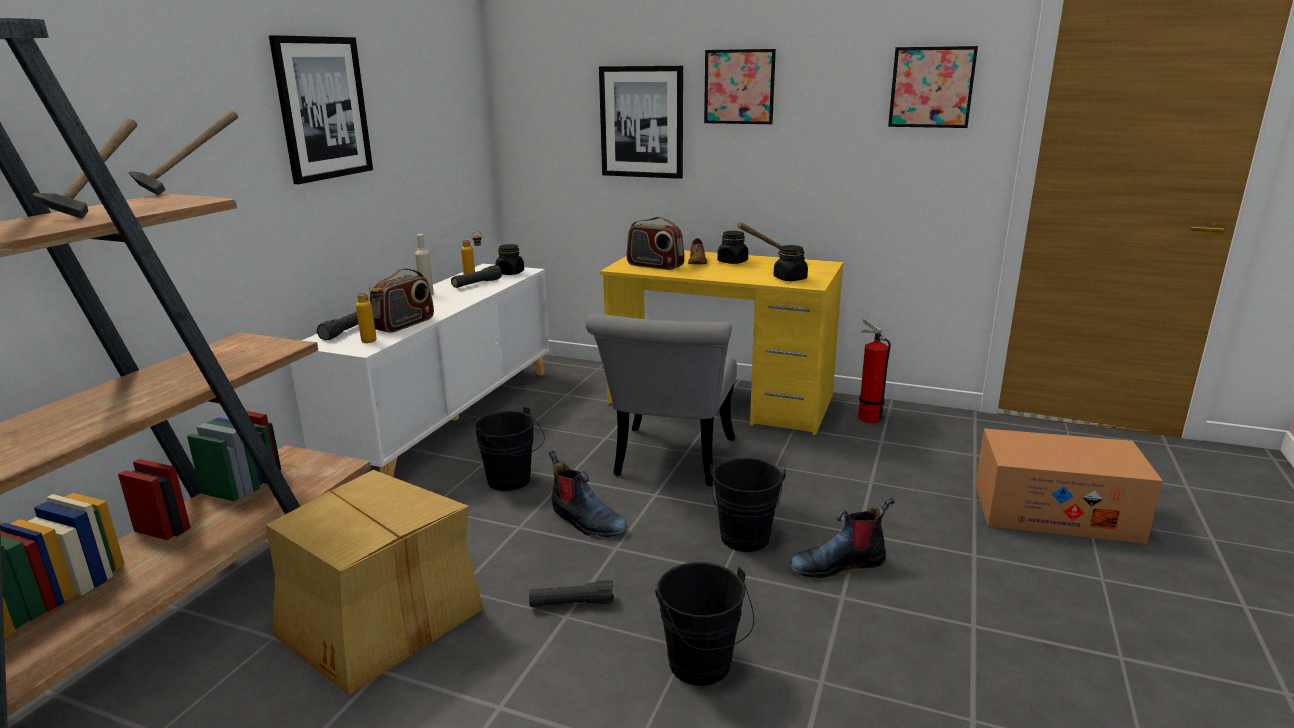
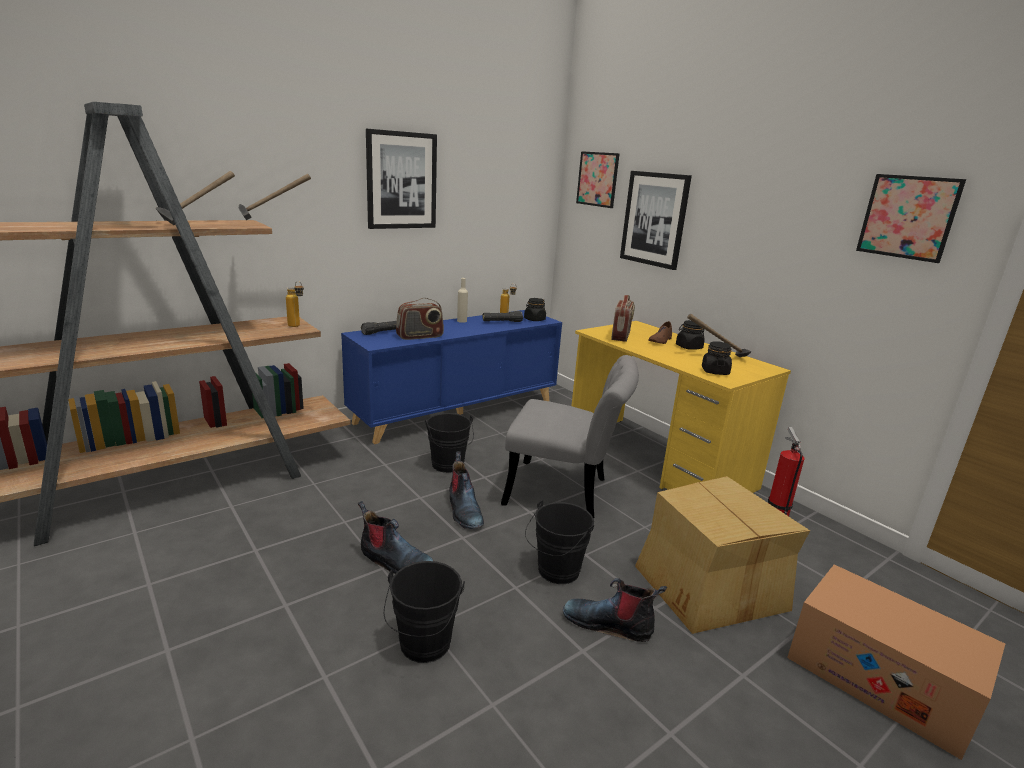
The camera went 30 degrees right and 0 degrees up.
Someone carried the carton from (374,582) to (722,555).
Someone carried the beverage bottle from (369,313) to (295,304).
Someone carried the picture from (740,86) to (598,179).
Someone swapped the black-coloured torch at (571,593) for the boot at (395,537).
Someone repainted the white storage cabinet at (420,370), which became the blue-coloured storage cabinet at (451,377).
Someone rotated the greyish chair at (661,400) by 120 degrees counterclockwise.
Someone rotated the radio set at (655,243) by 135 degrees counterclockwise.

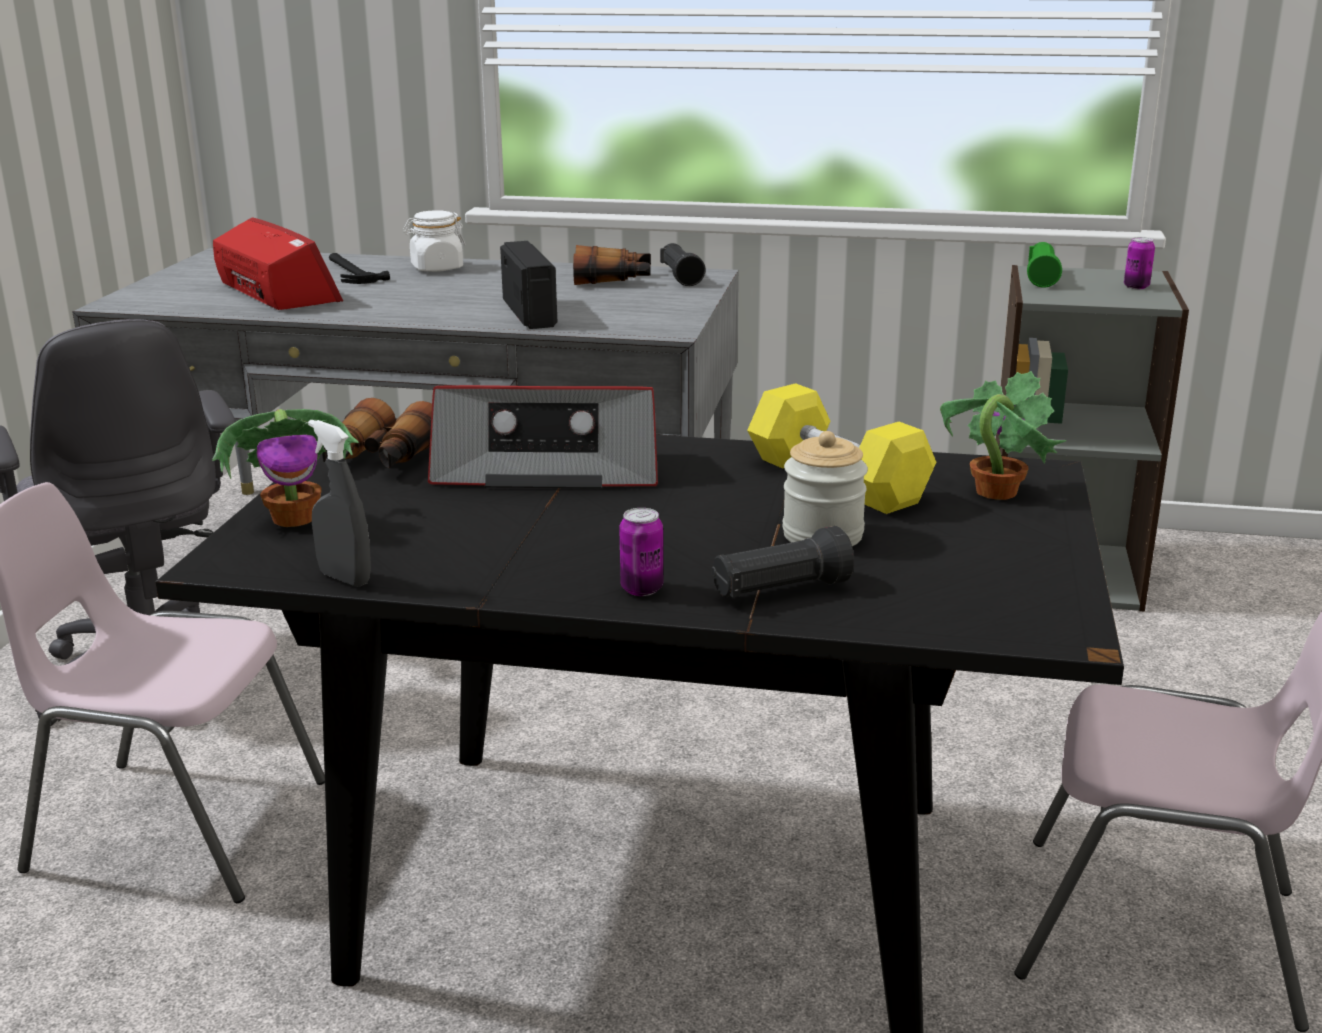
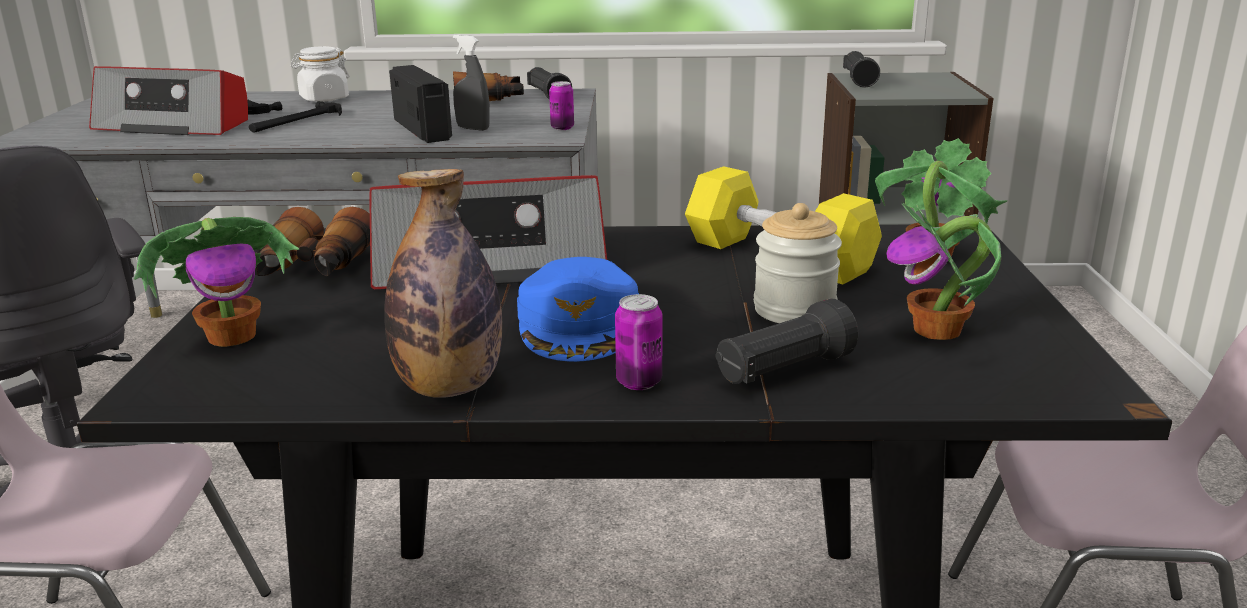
The camera went 10 degrees left and 0 degrees up.
Someone put down the hand hammer at (295,117).
Someone put down the beverage bottle at (443,283).
Someone put down the blue-coloured peaked cap at (578,309).
Someone put down the houseplant at (943,271).
Someone carried the greyish spray bottle from (339,503) to (471,83).
Someone carried the sealed can from (1139,263) to (561,105).
Someone repainted the greenish torch at (1044,265), which became the black-coloured torch at (861,69).
Someone rotated the radio set at (278,263) by 150 degrees clockwise.

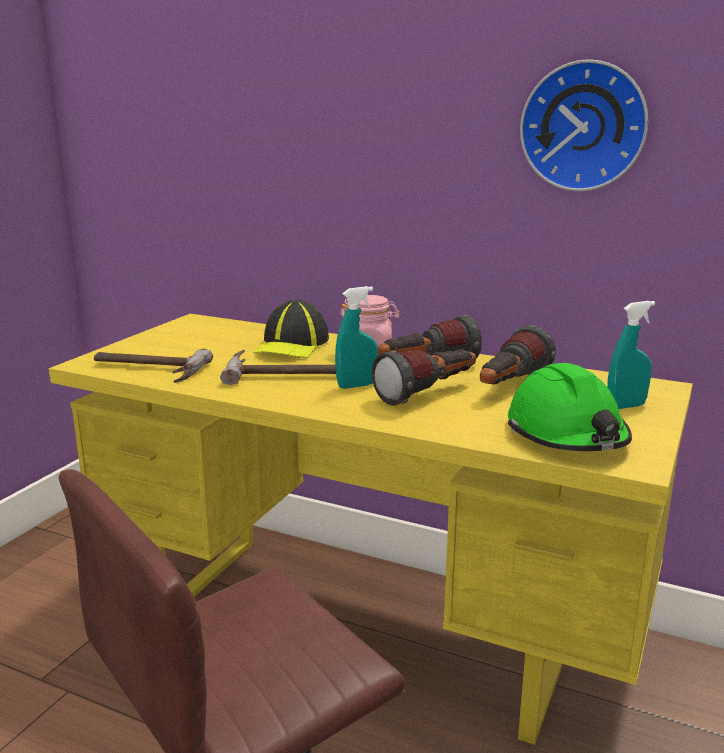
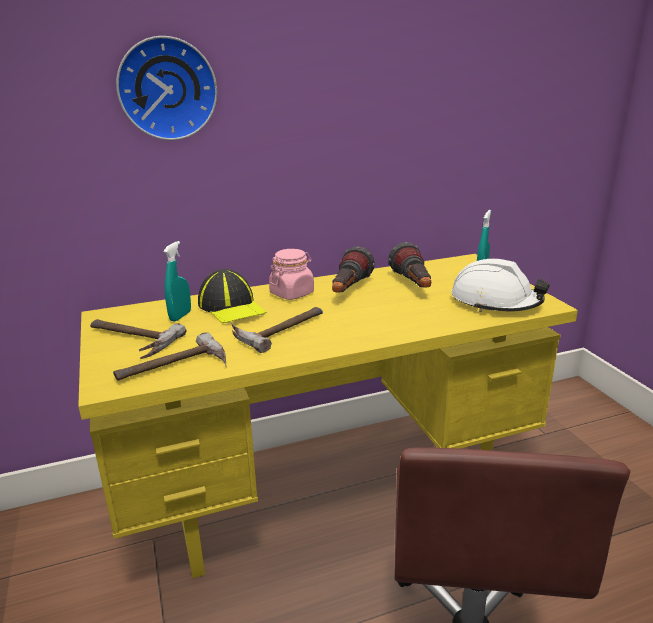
The camera went 45 degrees left and 5 degrees up.
Someone took away the torch at (424,377).
Someone put down the hand hammer at (138,339).
Someone carried the turquoise spray bottle from (356,337) to (177,281).
Someone carried the clock on the wall from (584,125) to (166,88).
Someone repainted the greenish hard hat at (570,407), which became the white hard hat at (500,285).

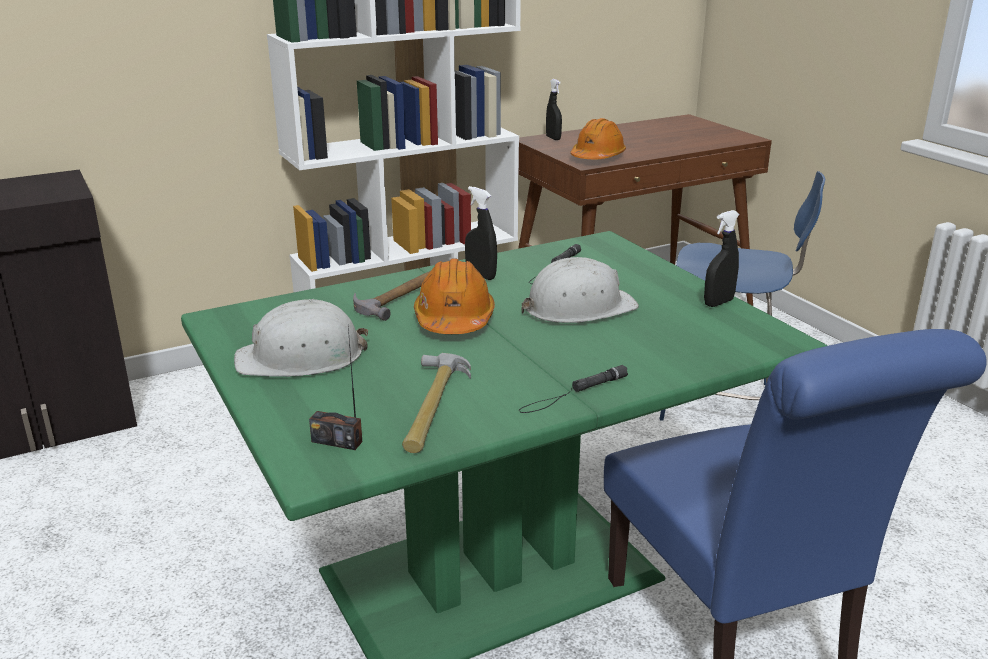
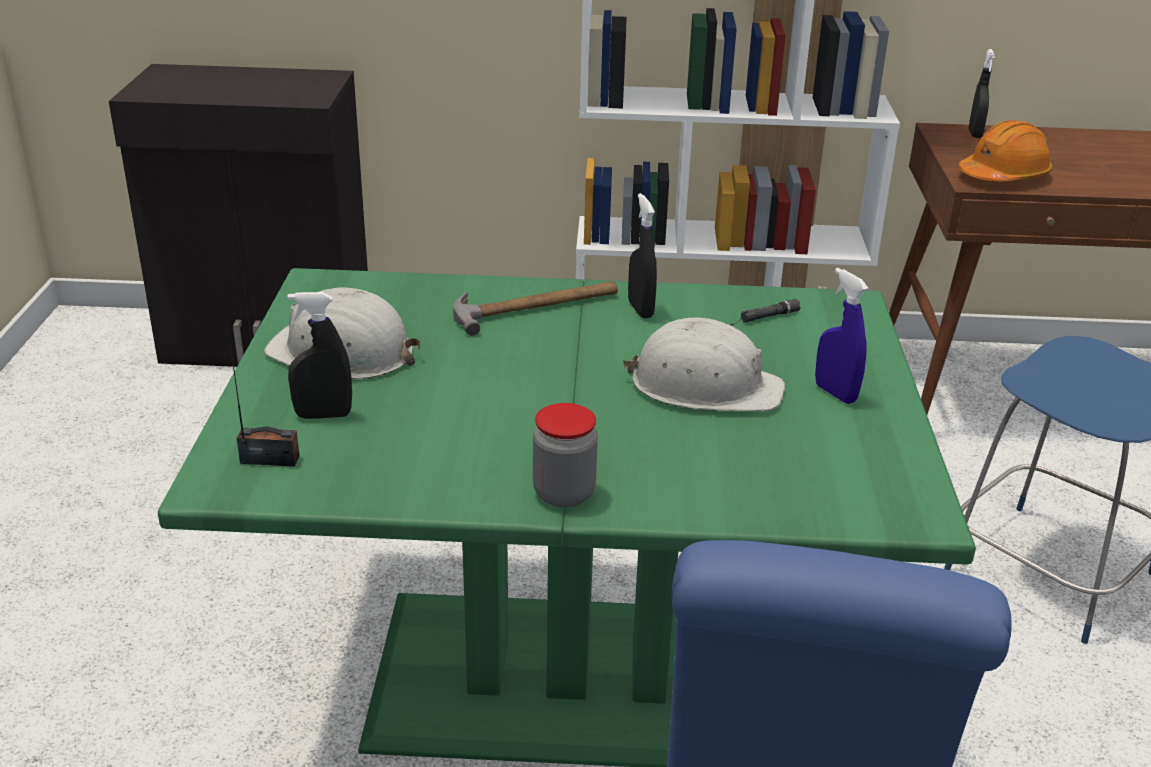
The camera went 30 degrees right and 5 degrees up.
Someone took away the hand hammer at (436,403).
Someone took away the orange hard hat at (454,296).
Someone put down the blue-coloured spray bottle at (841,336).
Someone carried the black-coloured spray bottle from (721,258) to (320,355).
Someone swapped the black-coloured torch at (573,389) for the jar at (565,455).
Someone rotated the radio set at (335,388) by 135 degrees clockwise.

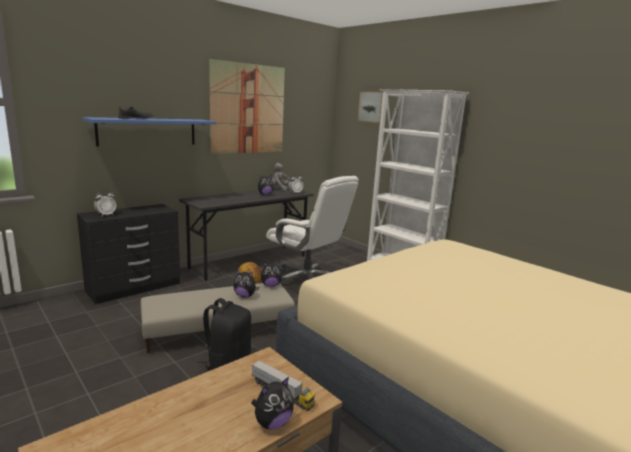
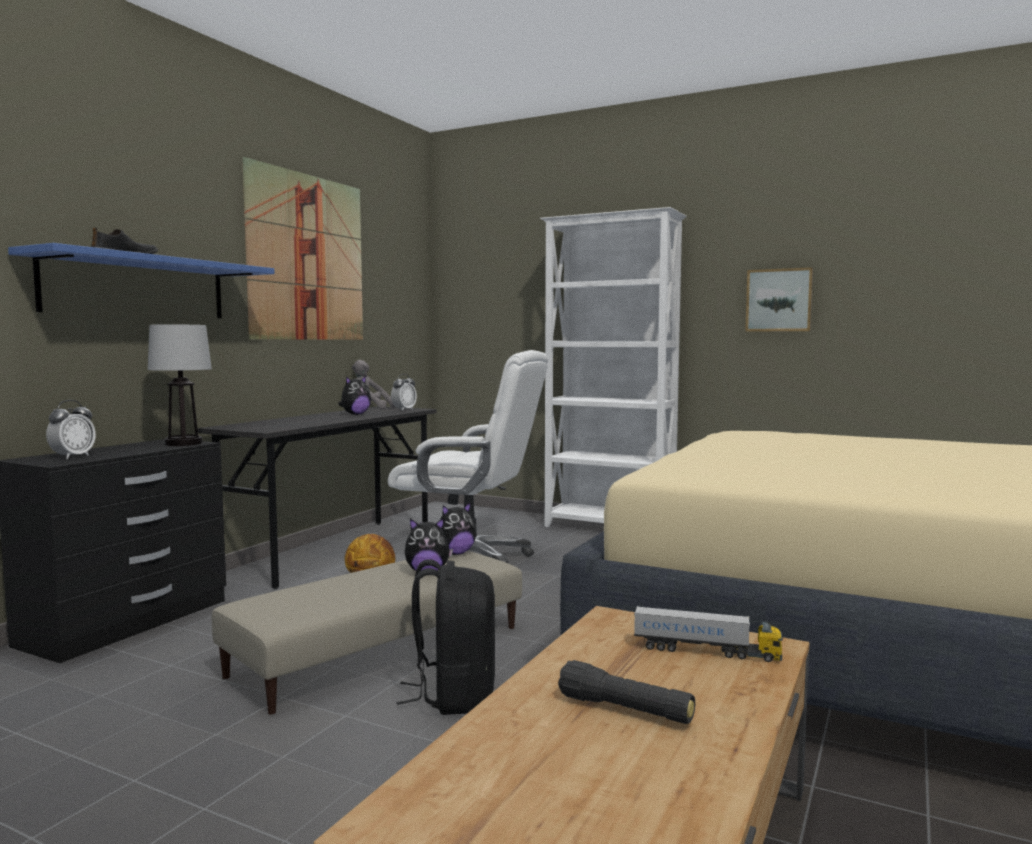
The camera went 20 degrees left and 10 degrees down.
Someone took away the soft toy at (272,403).
Someone put down the table lamp at (180,385).
Someone put down the black-coloured torch at (626,692).
Someone carried the picture from (370,107) to (779,299).

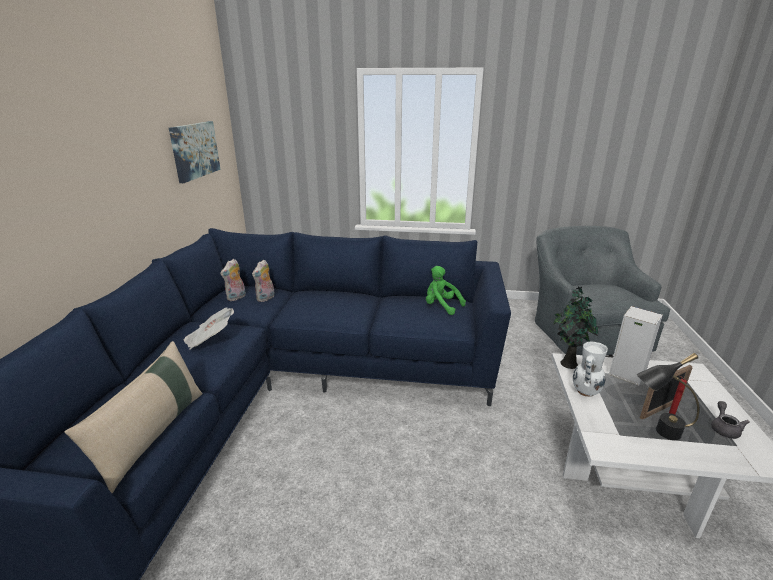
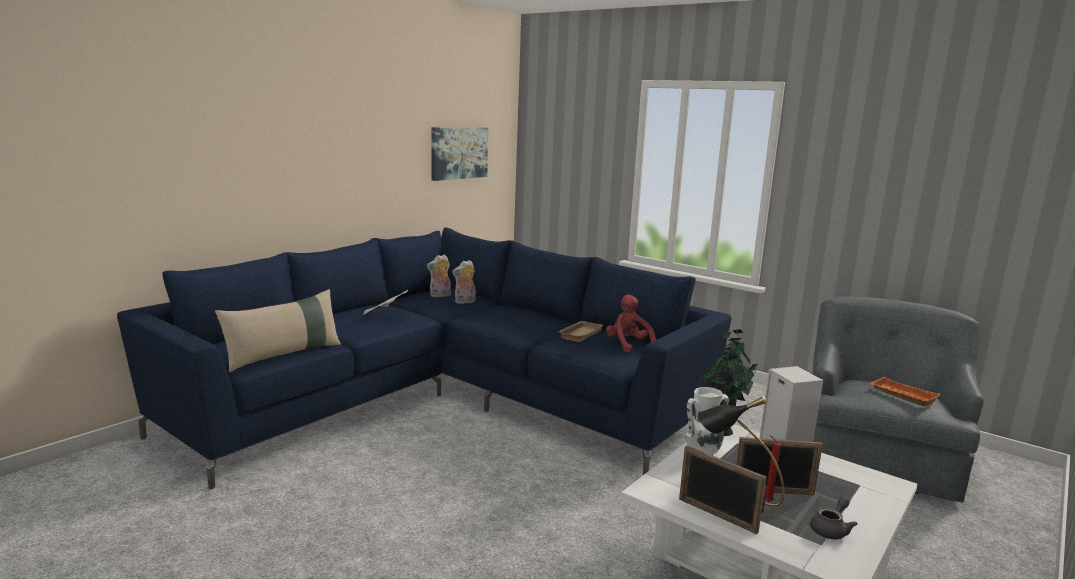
The camera went 30 degrees right and 10 degrees down.
Someone put down the sand-coloured serving tray at (580,331).
Someone put down the photo frame at (723,489).
Someone put down the orange serving tray at (905,392).
Someone repainted the greenish soft toy at (446,290), which became the red soft toy at (631,323).

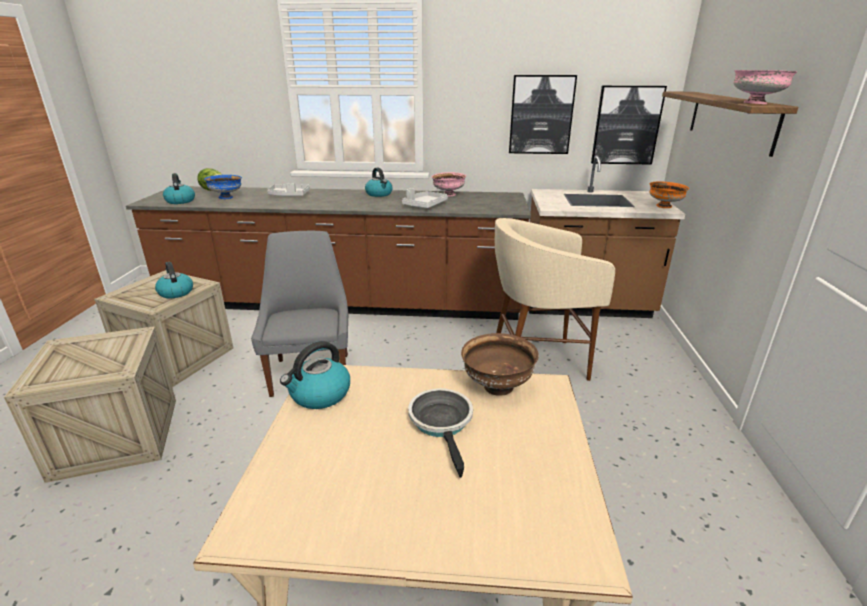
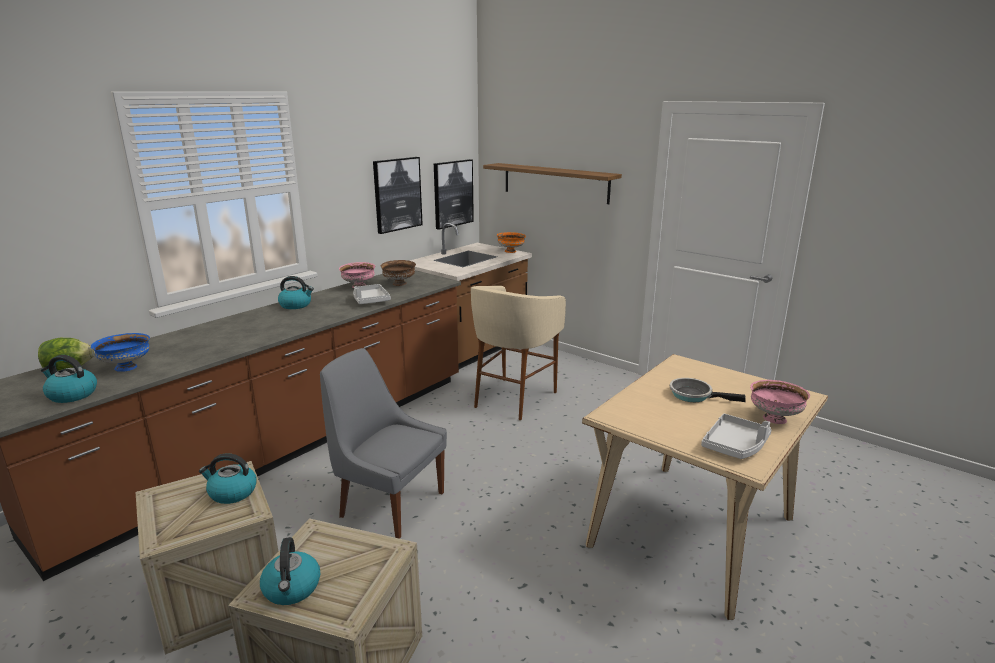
The camera went 55 degrees left and 5 degrees down.
Someone carried the greyish serving tray from (288,190) to (736,436).
Someone carried the tea kettle from (315,375) to (290,571).
Someone carried the brown-coloured bowl from (500,364) to (398,273).
Someone carried the pinkish bowl from (765,87) to (780,402).

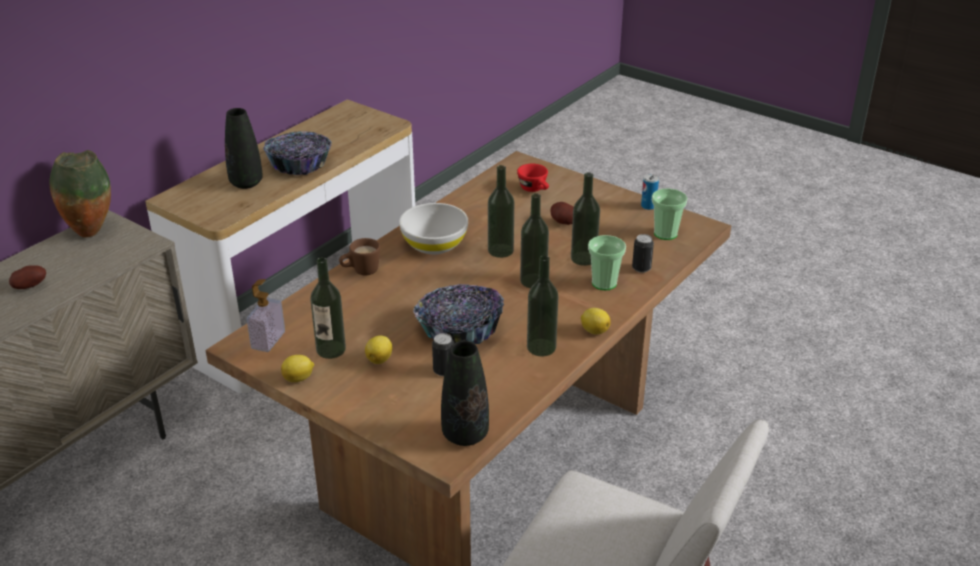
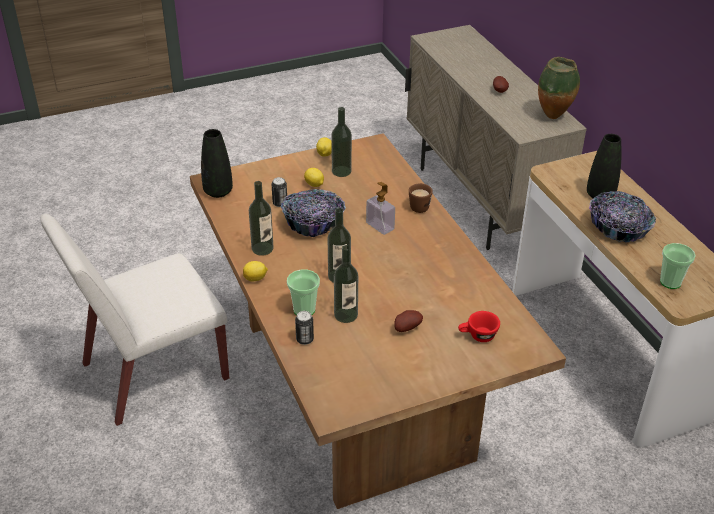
The camera went 120 degrees right and 5 degrees up.
Someone took away the white bowl at (433,228).
Someone took away the beverage bottle at (501,211).
Someone took away the sealed can at (650,192).
Someone carried the soap bottle from (266,315) to (380,208).
Someone carried the cup from (670,214) to (678,266).

